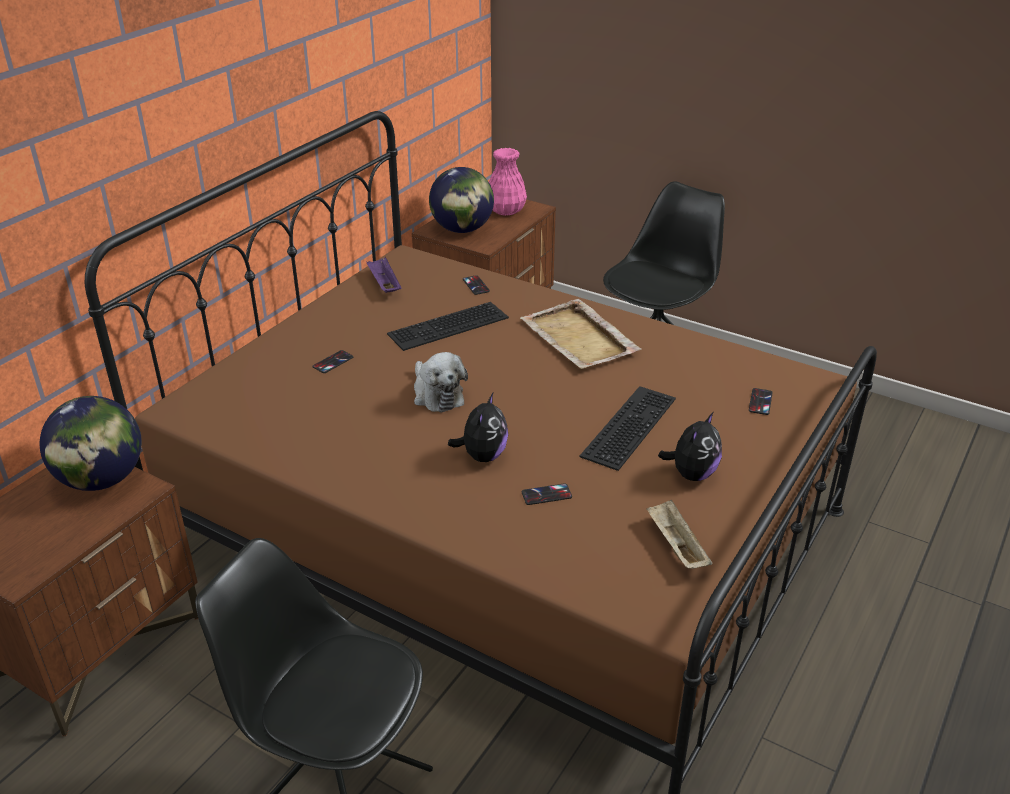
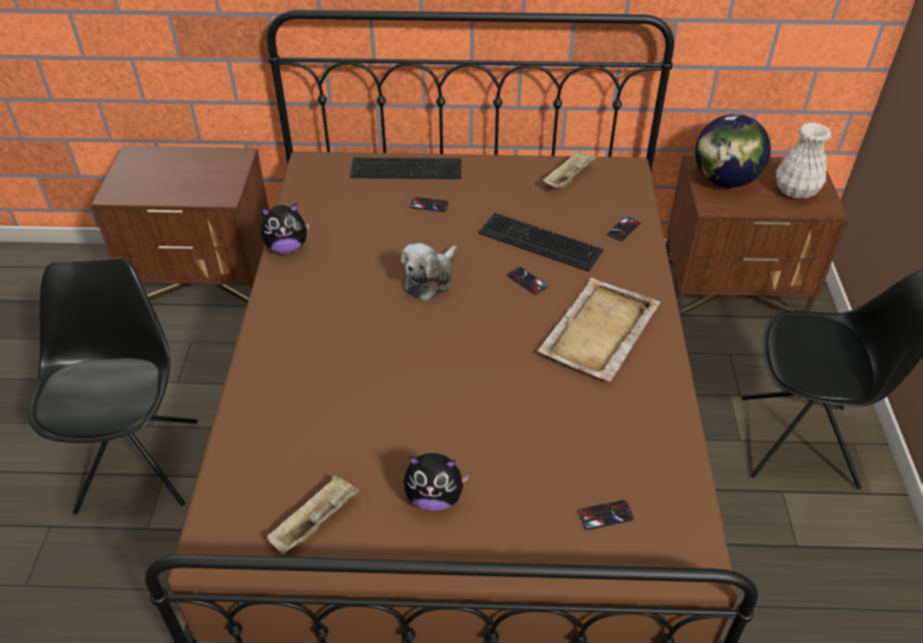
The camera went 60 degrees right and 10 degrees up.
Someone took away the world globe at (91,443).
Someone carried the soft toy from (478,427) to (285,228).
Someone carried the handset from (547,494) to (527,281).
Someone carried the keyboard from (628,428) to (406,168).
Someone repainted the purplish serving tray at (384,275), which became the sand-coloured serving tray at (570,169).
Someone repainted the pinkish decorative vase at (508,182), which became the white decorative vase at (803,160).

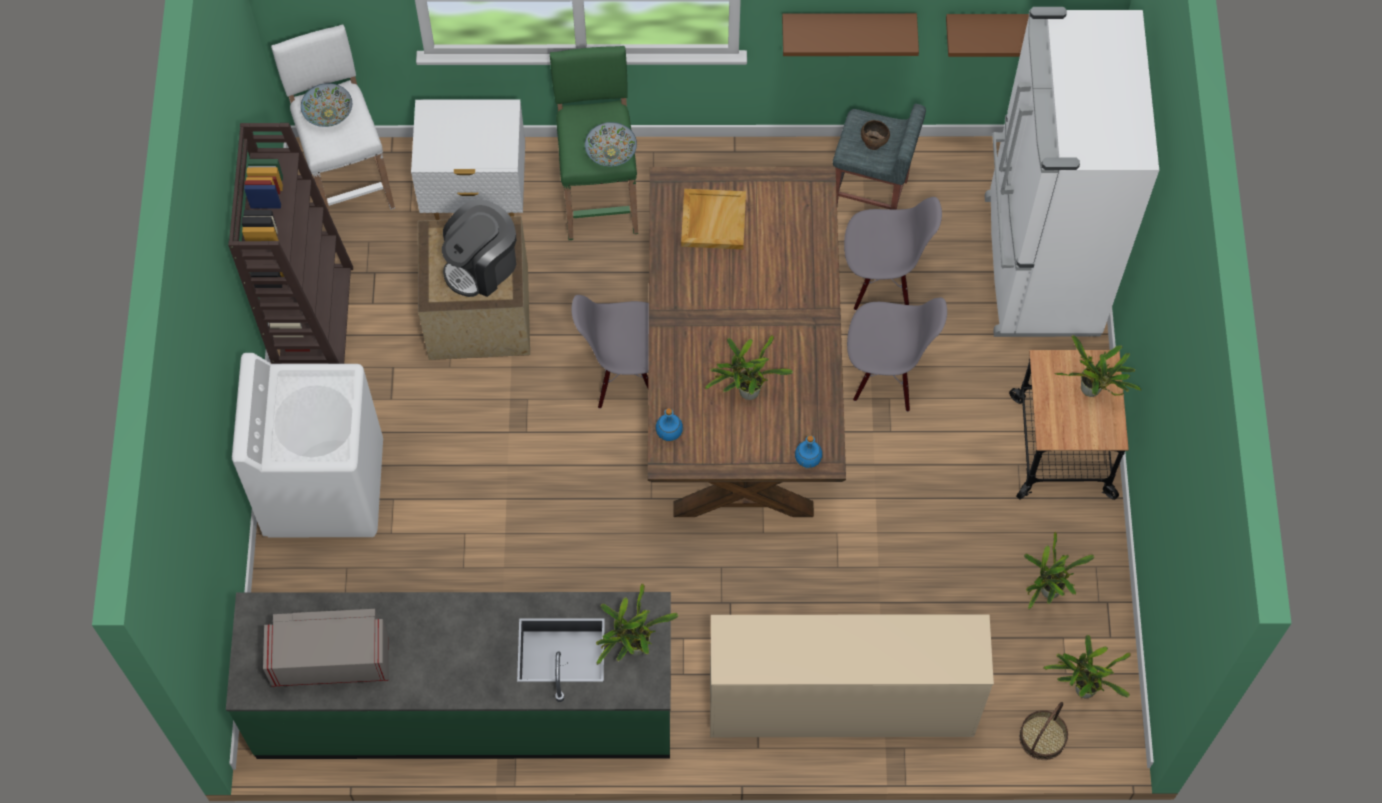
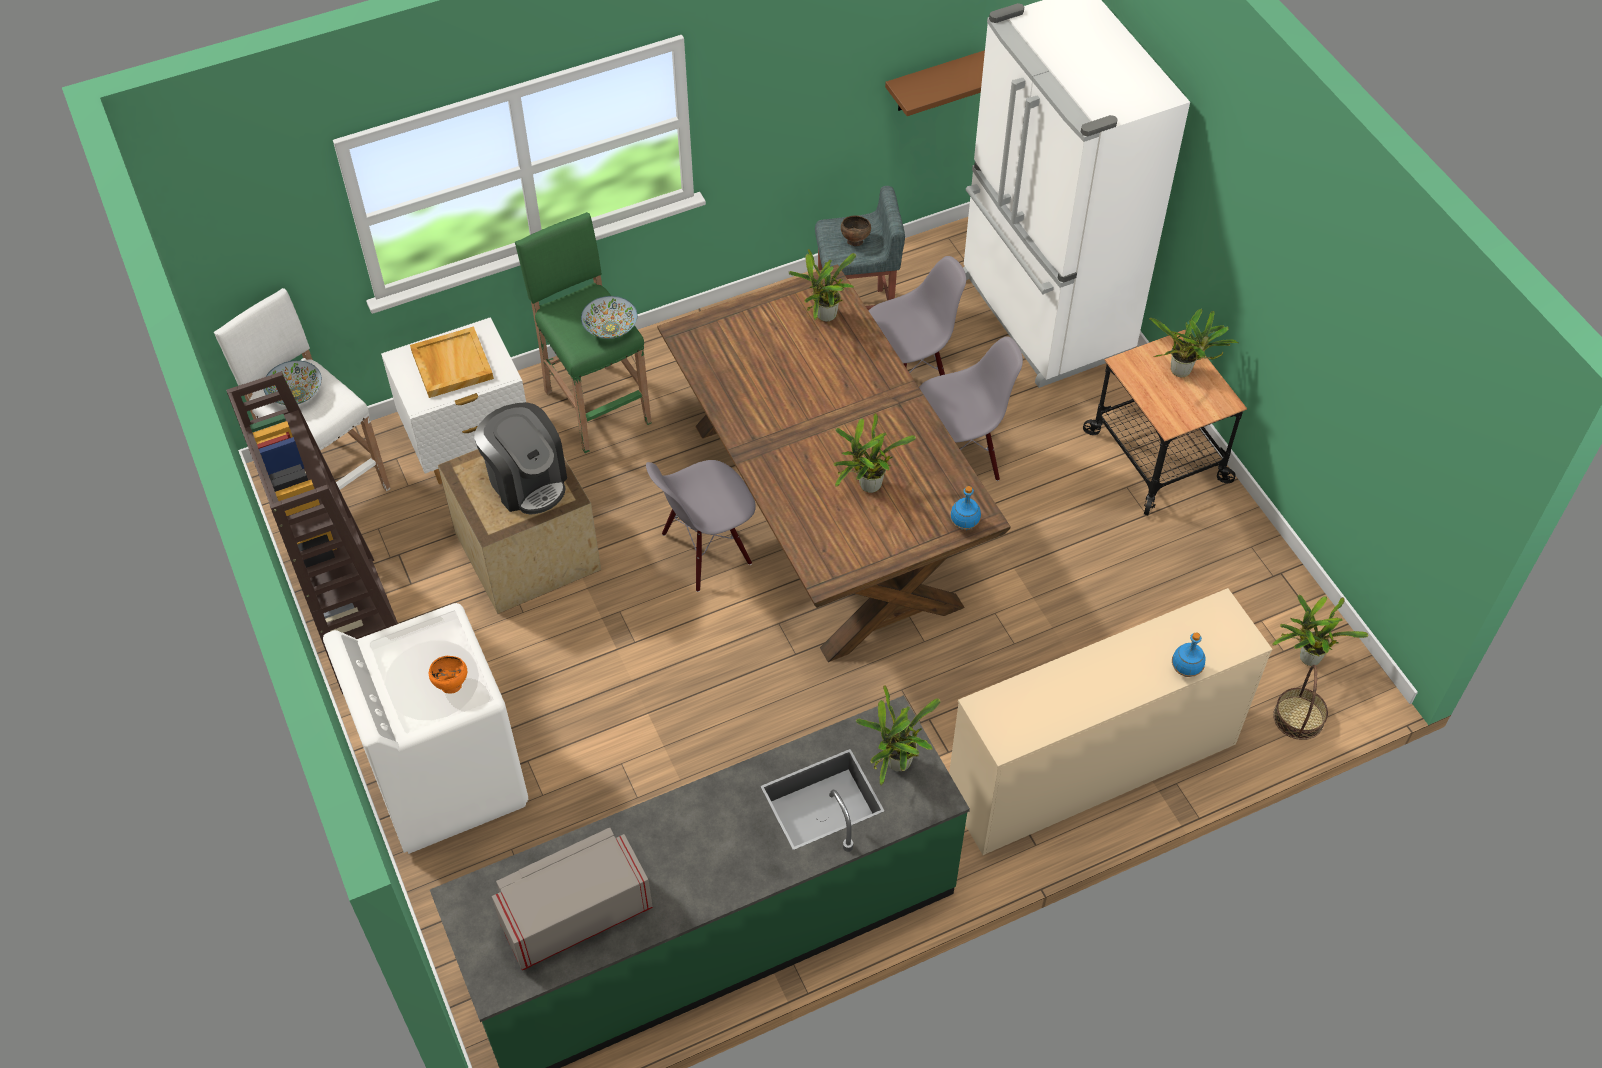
The camera went 25 degrees left and 10 degrees down.
Someone took away the brown-coloured shelf at (850,34).
Someone put down the orange bowl at (448,675).
Someone carried the blue-coloured beverage bottle from (669,425) to (1189,654).
Someone carried the sand-coloured serving tray from (713,219) to (452,362).
Someone carried the houseplant from (1059,571) to (822,285).
Someone rotated the coffee maker at (479,248) by 60 degrees counterclockwise.

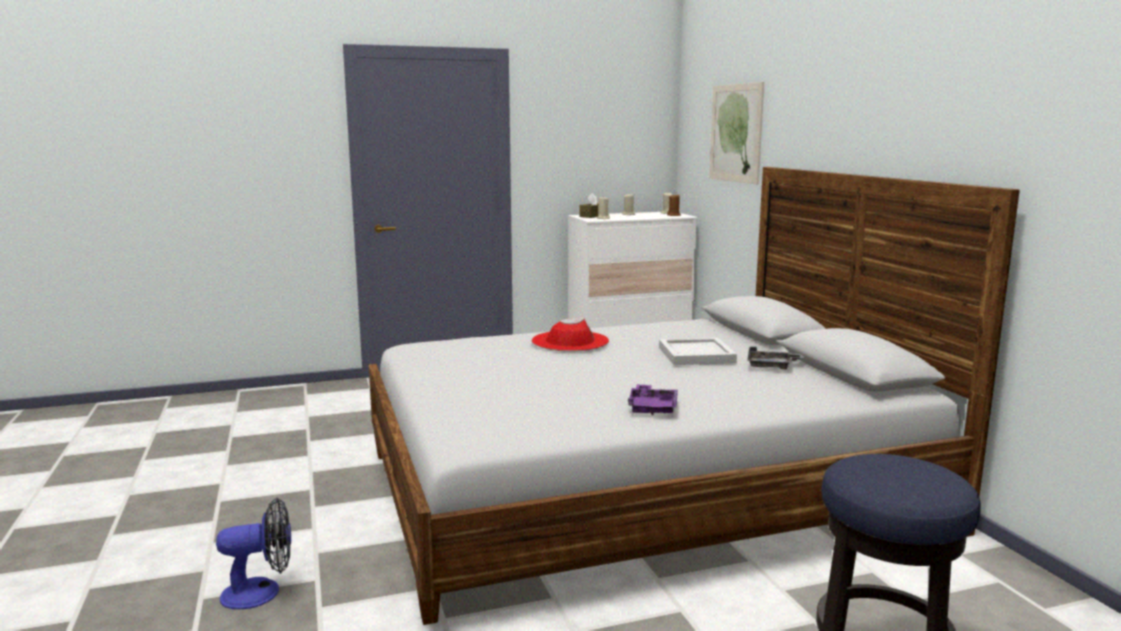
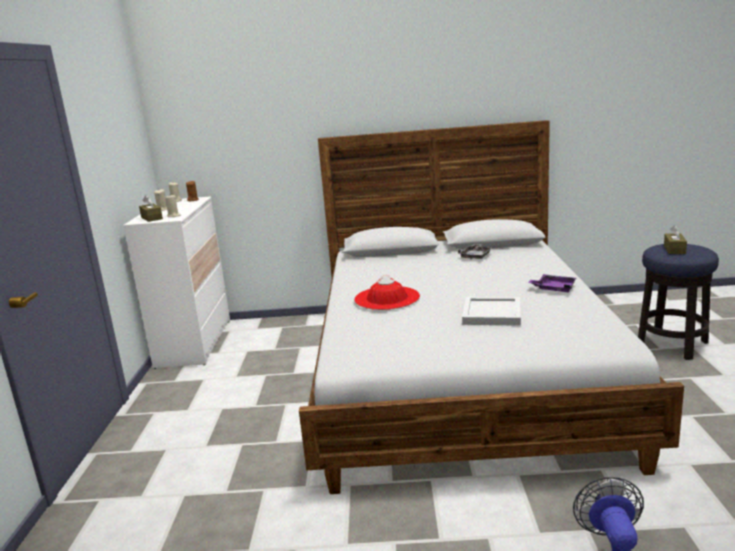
The camera went 70 degrees left and 5 degrees up.
Someone took away the picture at (736,133).
Someone put down the brown-coloured tissue box at (675,239).
Someone carried the white serving tray from (698,351) to (491,311).

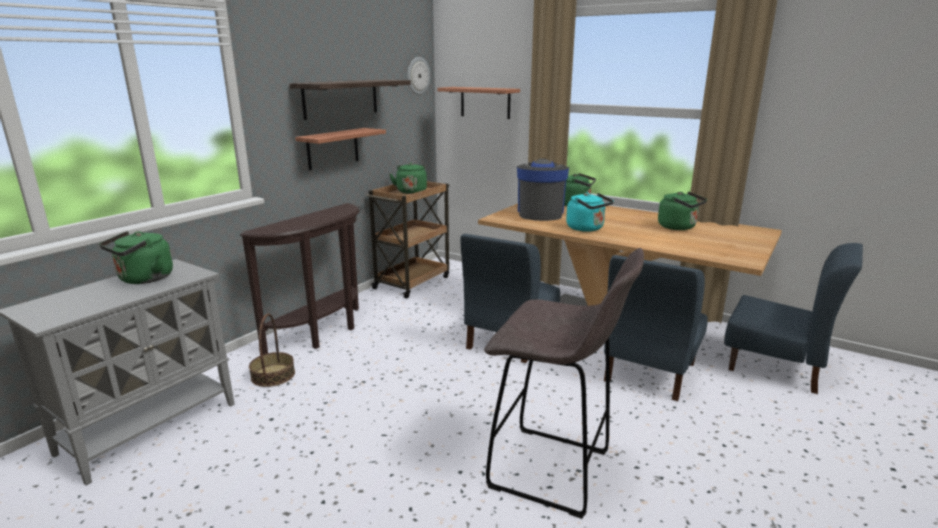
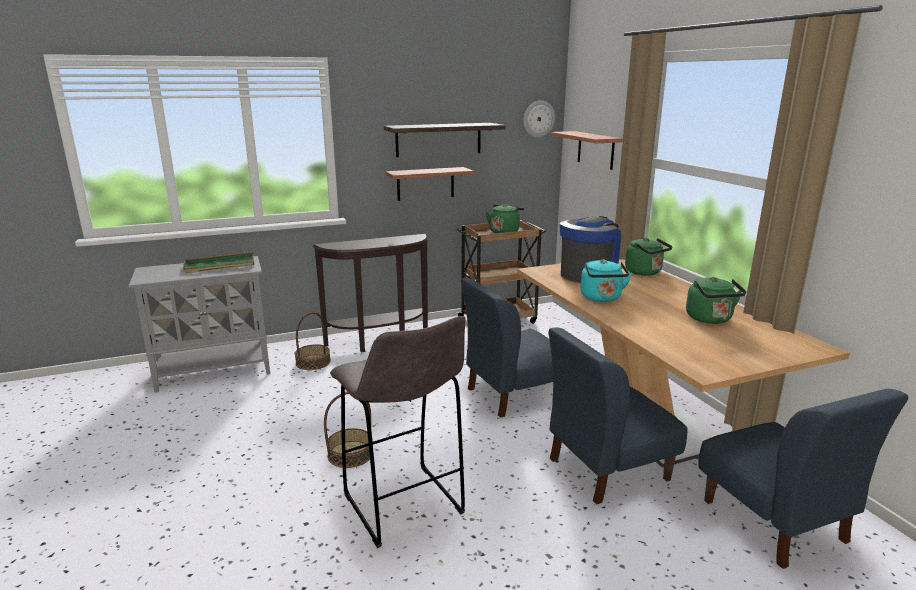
The camera went 35 degrees right and 0 degrees up.
Someone put down the household basket at (348,430).
Someone swapped the greenish tea kettle at (136,257) for the greenish serving tray at (218,263).

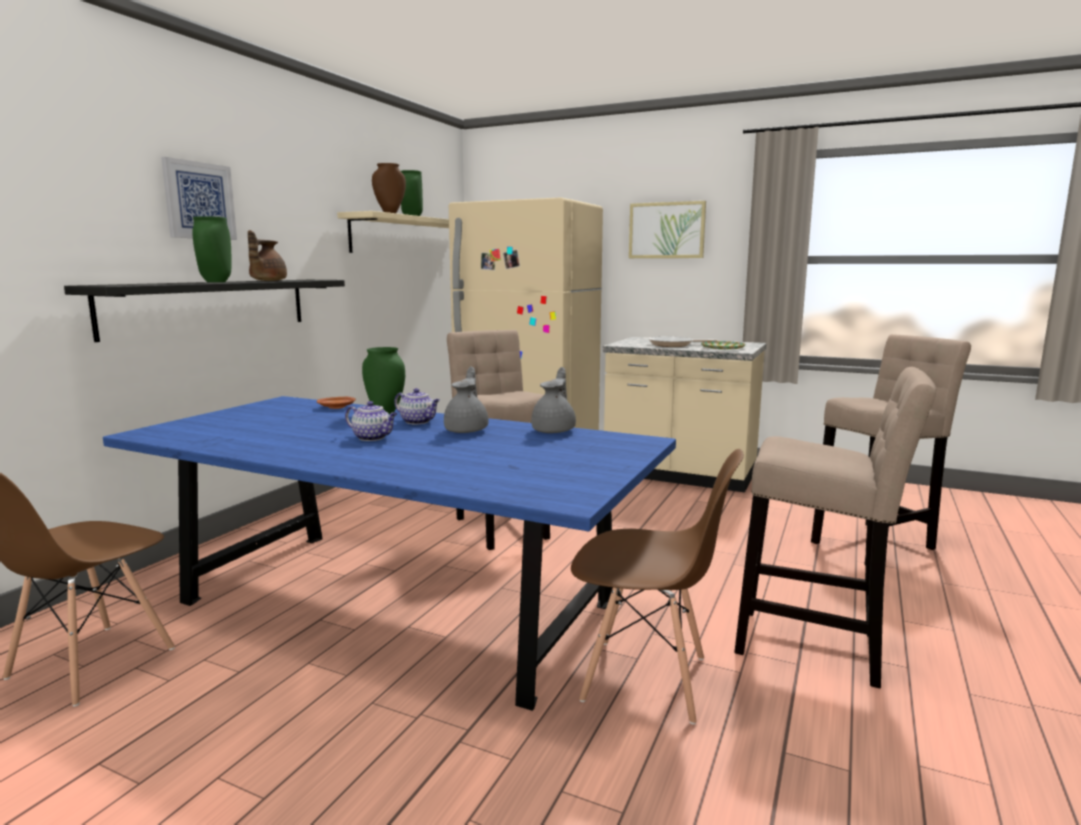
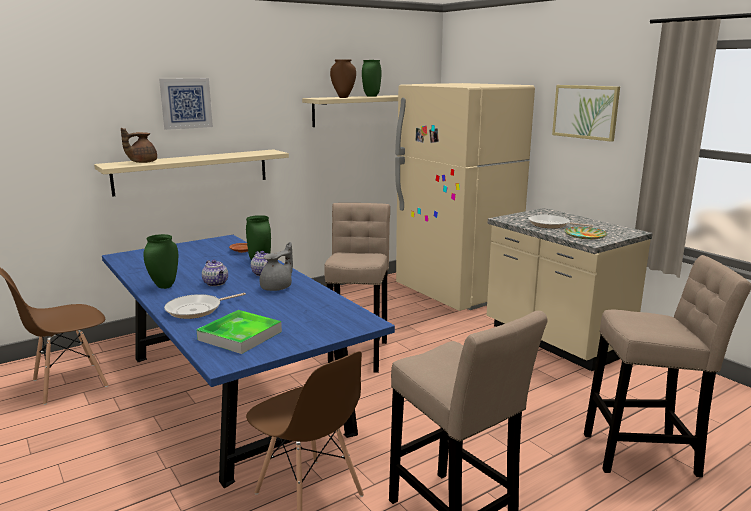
The camera went 30 degrees right and 5 degrees up.
Someone took away the greyish pot for tea at (553,400).
Someone put down the pan at (205,306).
Someone put down the serving tray at (239,332).
Someone carried the greenish decorative vase from (211,249) to (160,261).
Someone carried the brown-coloured pot for tea from (267,255) to (139,145).
Someone repainted the black-coloured shelf at (204,311), which became the sand-coloured shelf at (191,173).

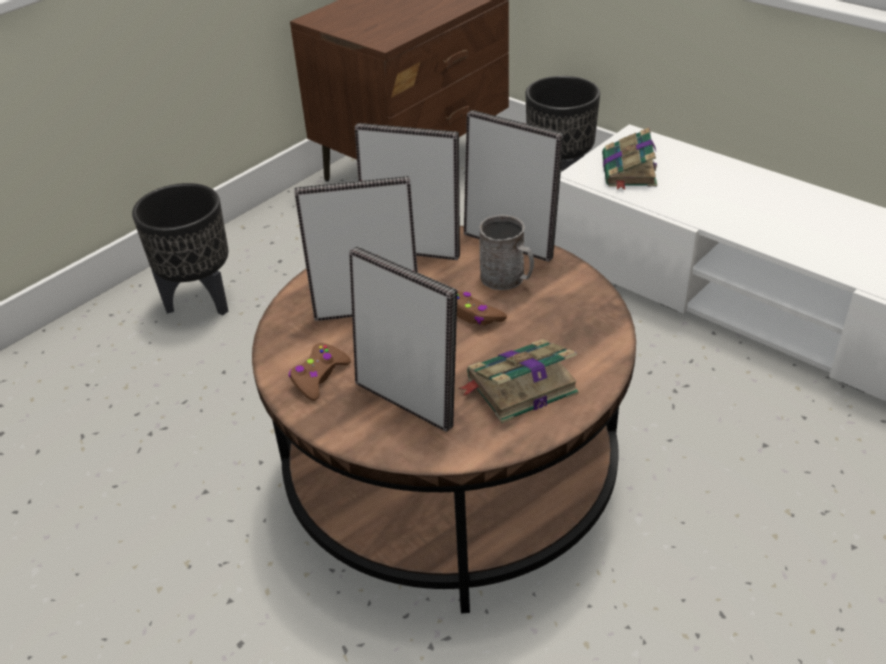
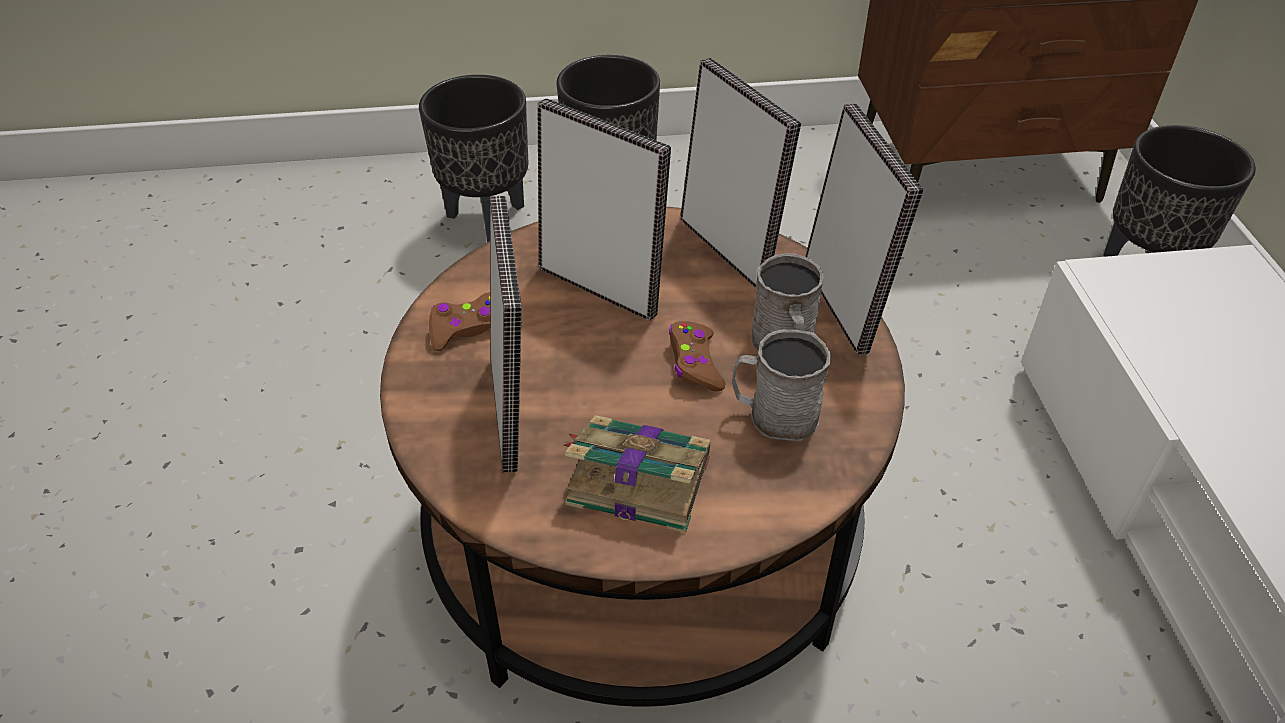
The camera went 40 degrees right and 5 degrees up.
Someone took away the book at (629,158).
Someone put down the black-coloured flower pot at (473,158).
Someone put down the greyish tea mug at (781,385).

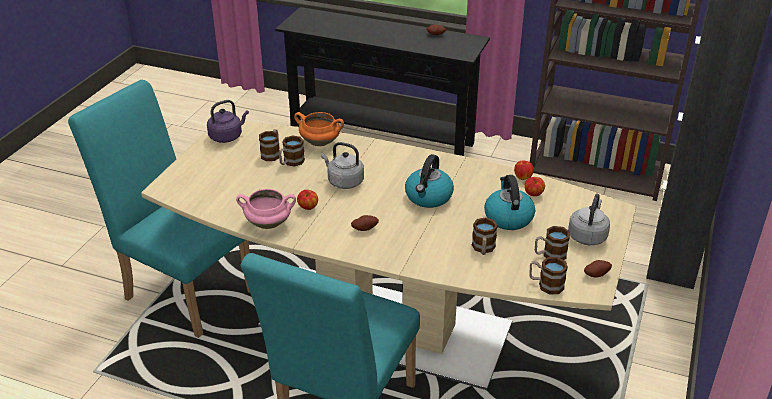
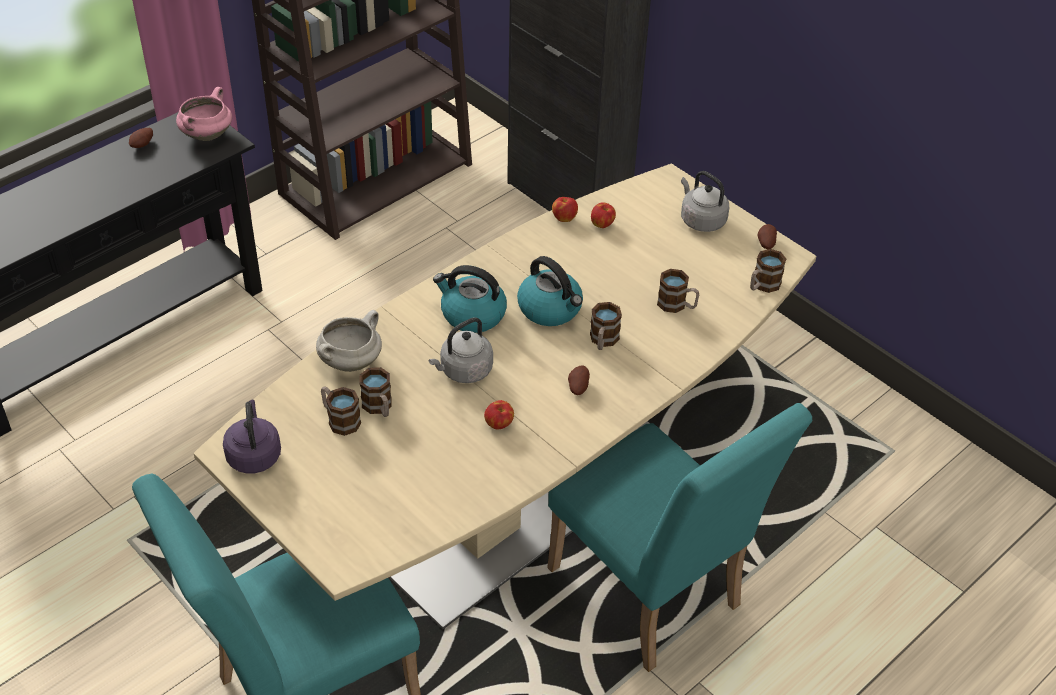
The camera went 65 degrees left and 10 degrees up.
Someone carried the pinkish saucepot from (266,209) to (204,114).
Someone carried the tea kettle from (509,202) to (470,299).
Someone carried the tea mug from (552,243) to (606,326).
Someone repainted the orange saucepot at (319,129), which became the white saucepot at (349,341).

